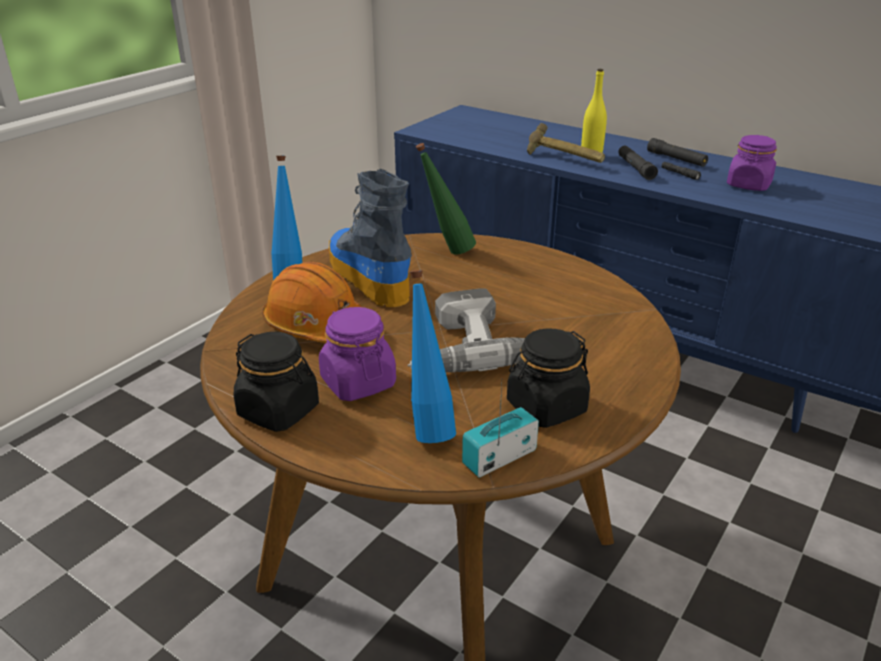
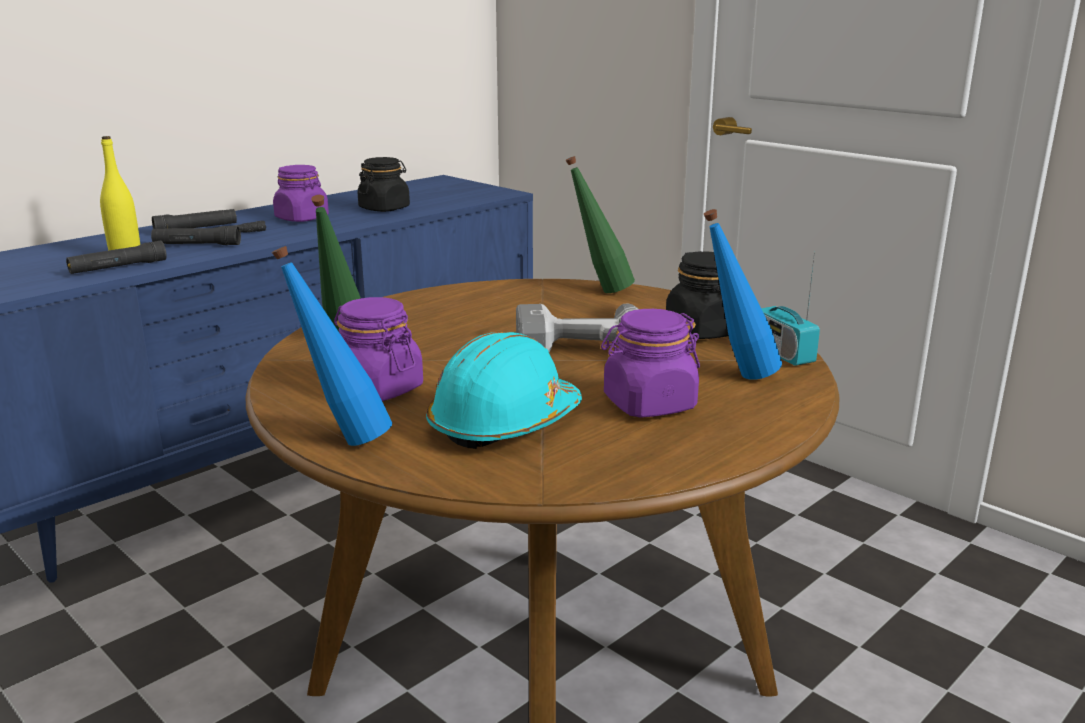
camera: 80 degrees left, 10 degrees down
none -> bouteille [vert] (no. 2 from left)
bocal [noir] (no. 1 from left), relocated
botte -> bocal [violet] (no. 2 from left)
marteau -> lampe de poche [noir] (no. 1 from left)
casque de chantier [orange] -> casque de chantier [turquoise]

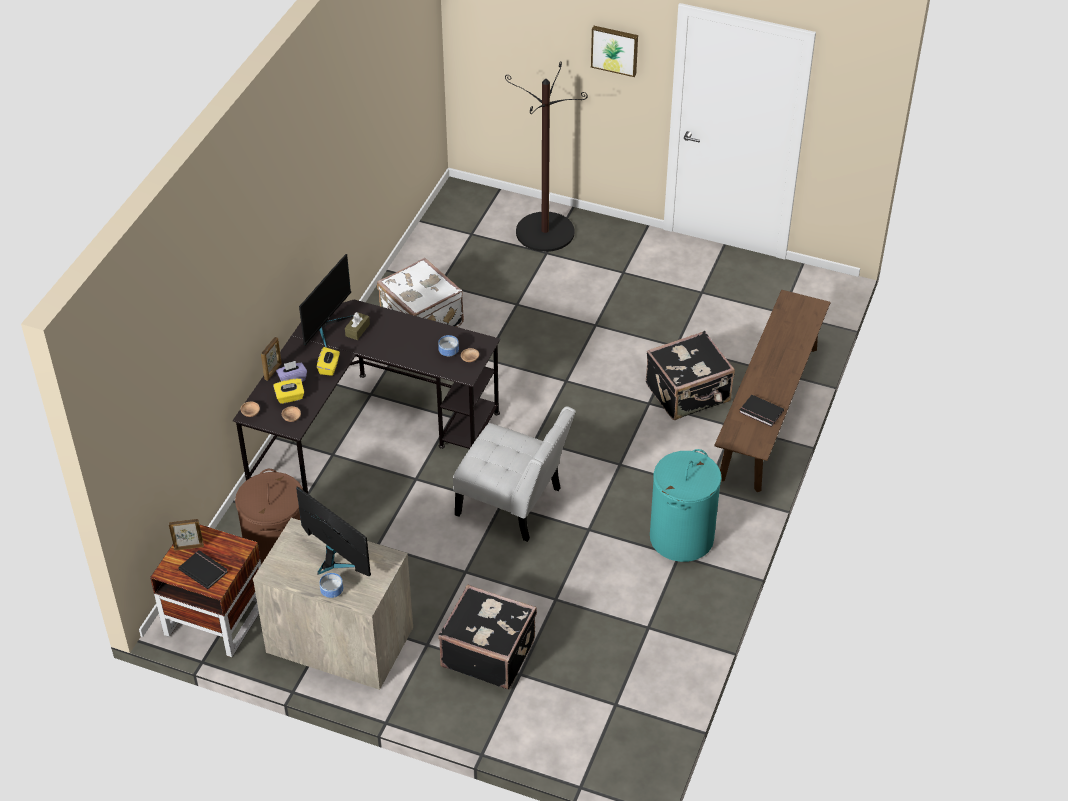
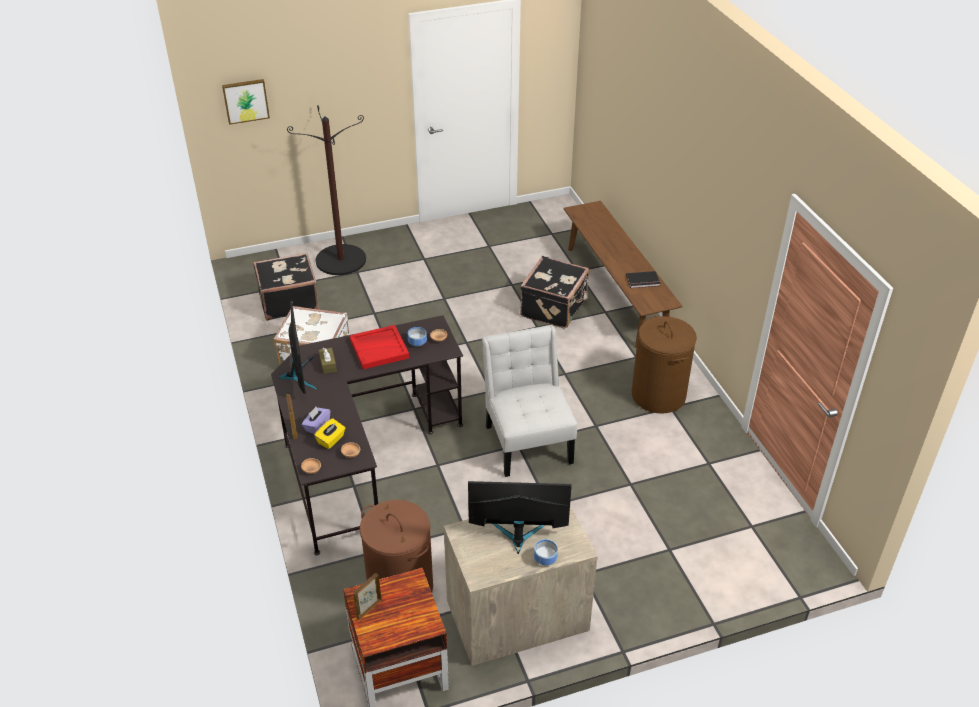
camera: 40 degrees left, 5 degrees down
livre [noir] (no. 1 from left) -> none
boîte à mouchoirs [jaune] (no. 2 from left) -> none
none -> plateau [rouge]
valise [noir] (no. 1 from left), relocated
tableau, relocated
panier à linge [turquoise] -> panier à linge [marron] (no. 2 from left)
chaise [blanc], 90 degrees counterclockwise

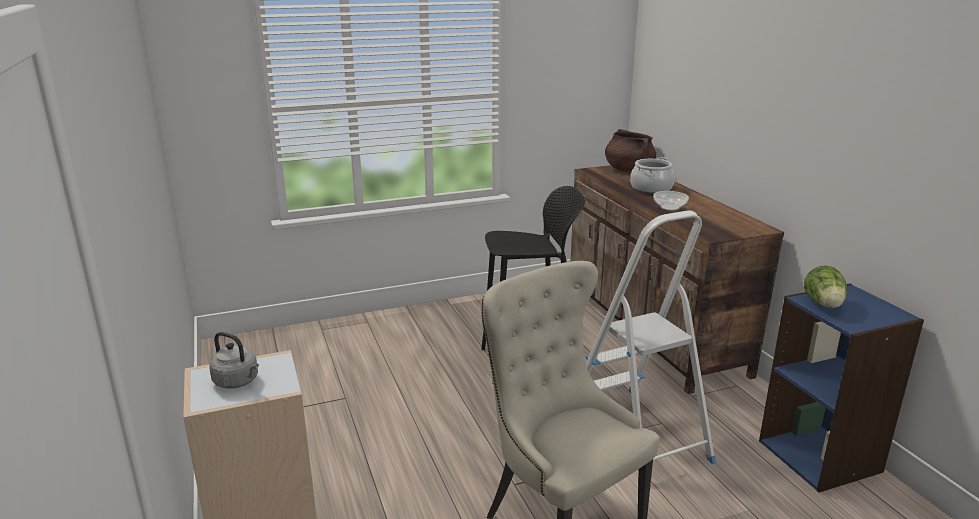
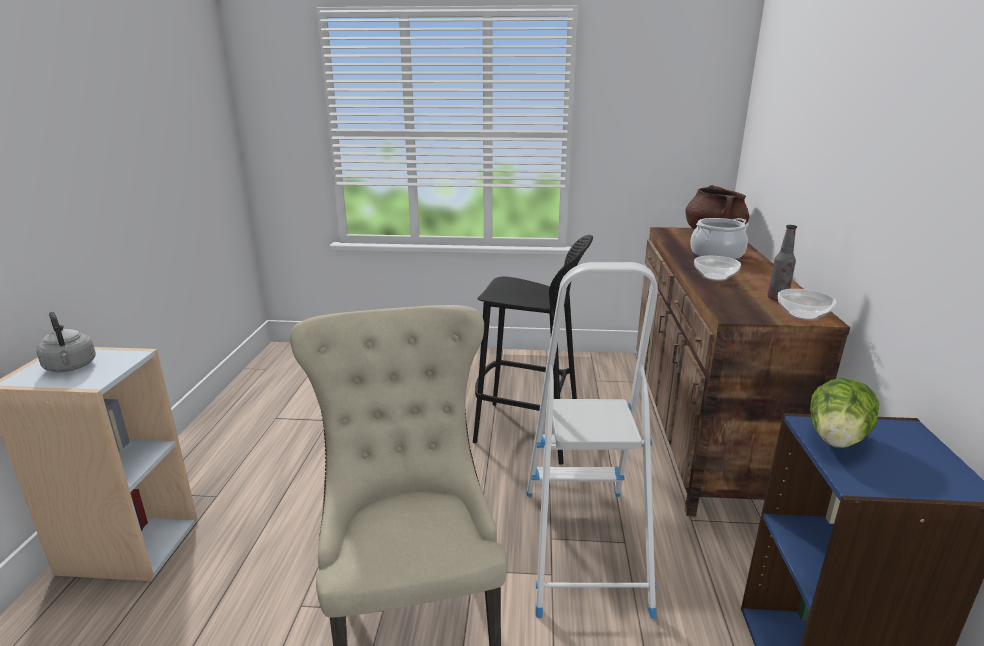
camera: 25 degrees right, 0 degrees up
none -> bouteille
none -> bol (no. 2 from left)

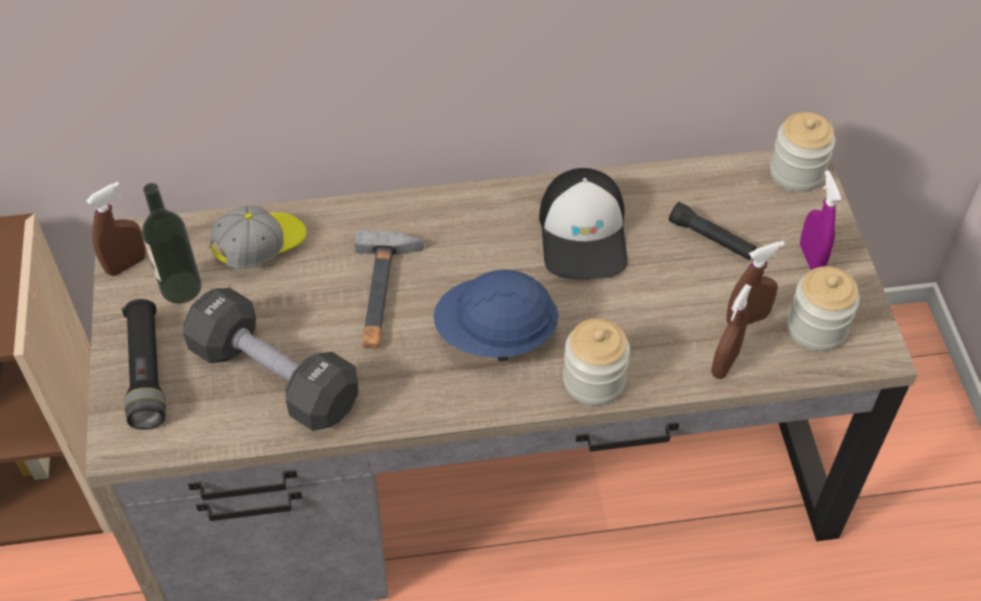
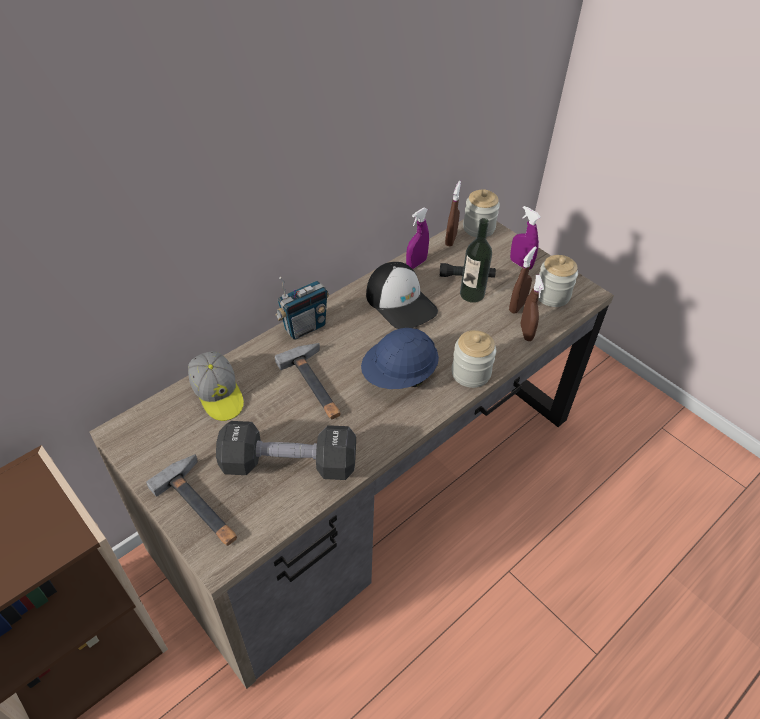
camera: 35 degrees left, 5 degrees down
none -> radio
none -> vaporisateur [violet] (no. 1 from left)
vaporisateur [marron] (no. 1 from left), relocated
bouteille, relocated
lampe de poche [noir] (no. 1 from left) -> marteau (no. 1 from left)
casquette (no. 1 from left), 135 degrees clockwise

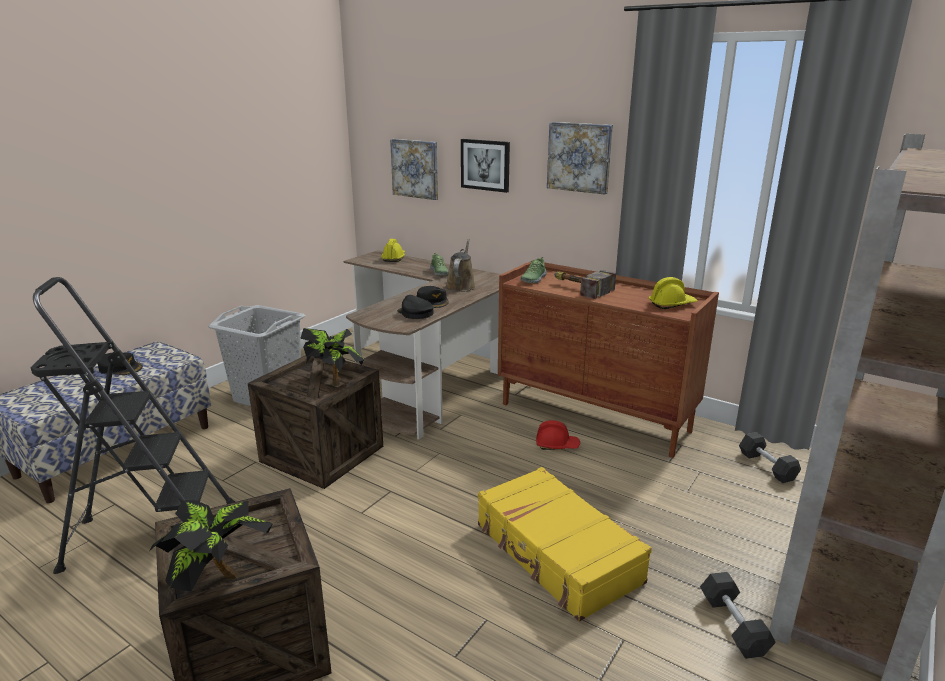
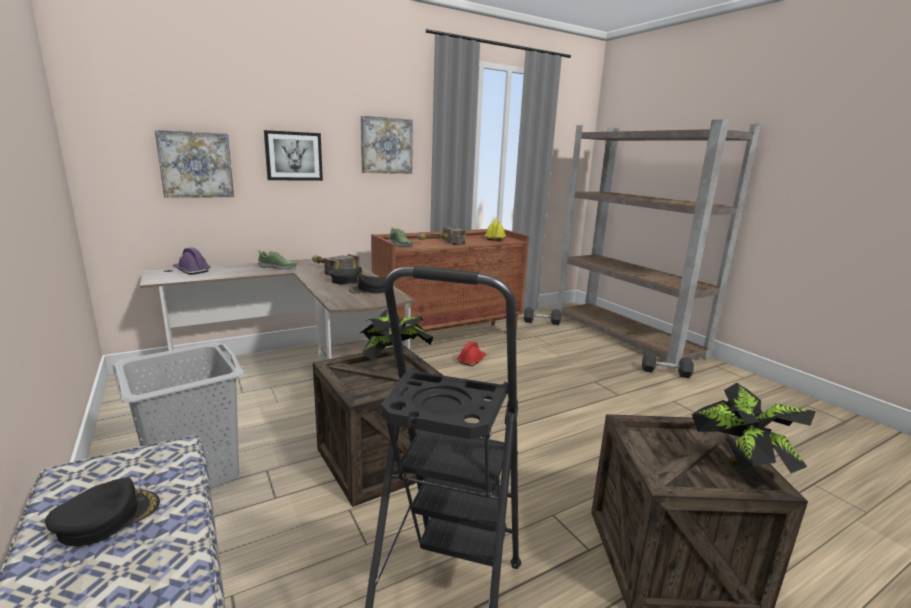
camera: 65 degrees left, 5 degrees down
valise [jaune] -> none
arrosoir [marron] -> marteau (no. 1 from left)
casque de chantier [jaune] (no. 1 from left) -> casque de chantier [violet]

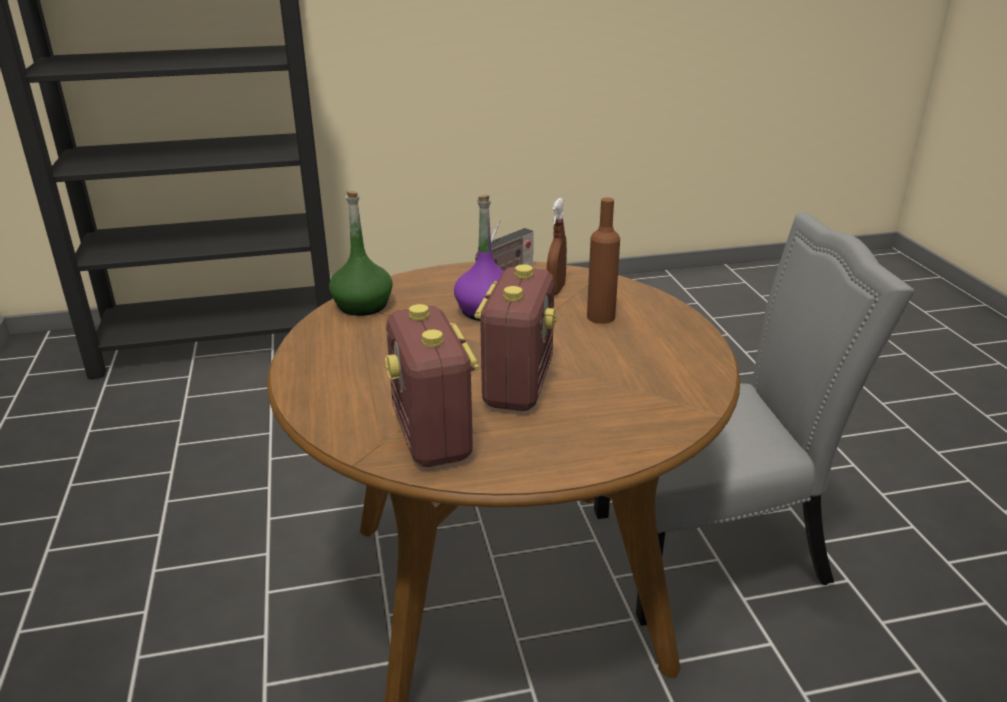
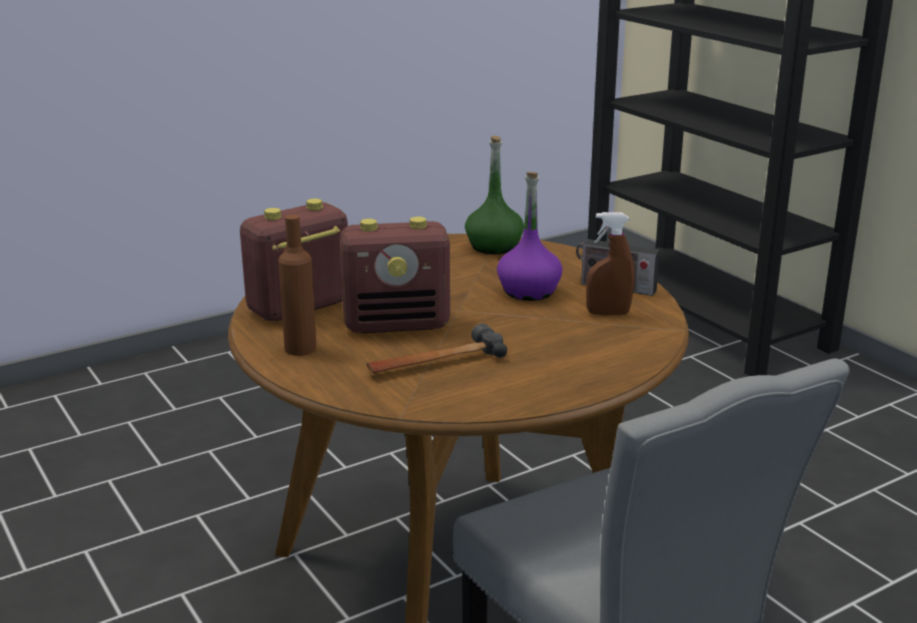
camera: 70 degrees right, 5 degrees down
none -> marteau
bouteille [marron], relocated

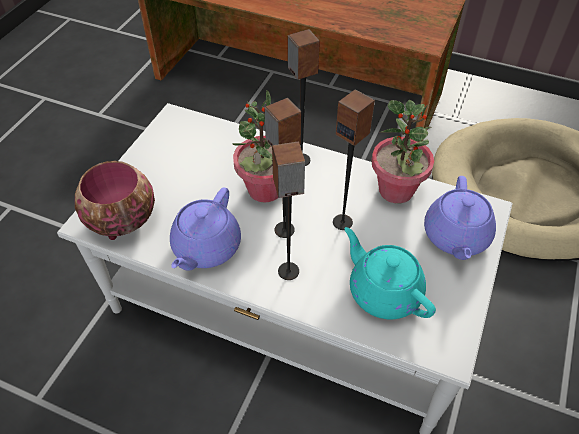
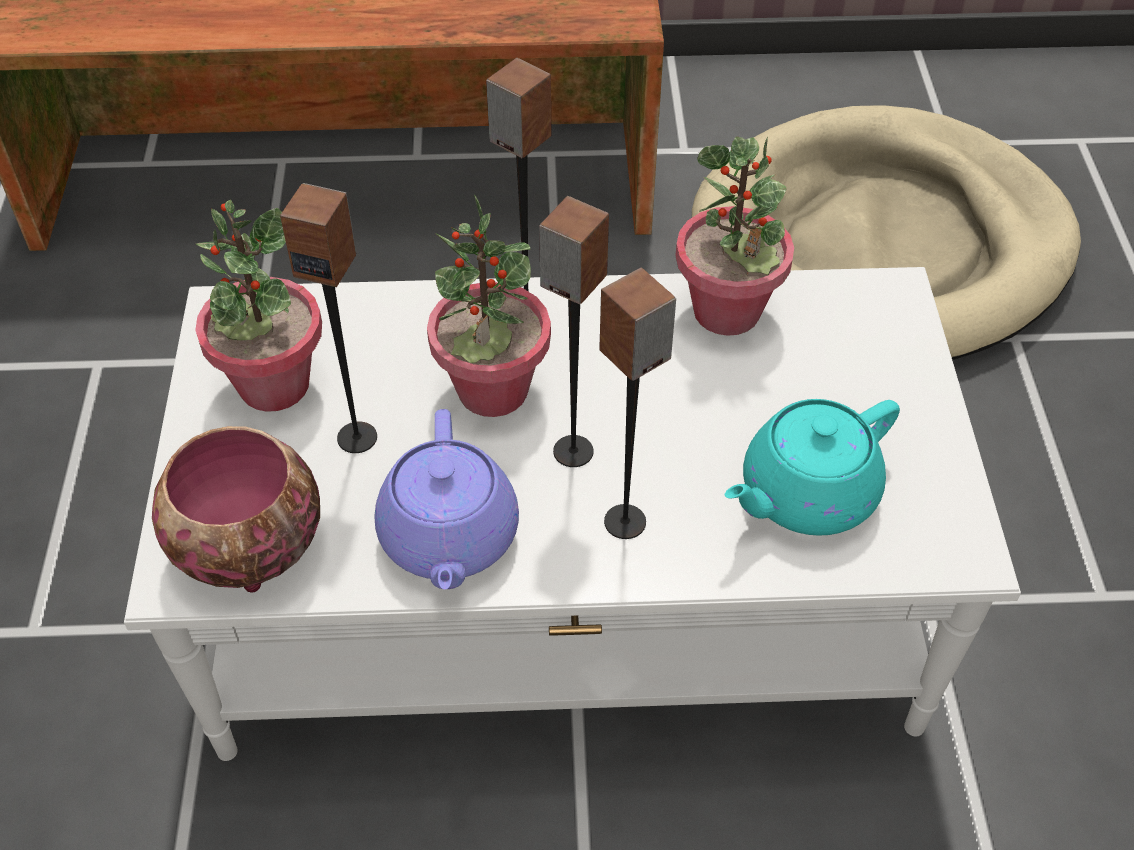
camera: 25 degrees left, 0 degrees up
théière [violet] (no. 2 from left) -> none
none -> plante en pot (no. 1 from left)
enceinte (no. 4 from left in the first image) -> enceinte (no. 1 from left), relocated
théière [turquoise], 60 degrees counterclockwise

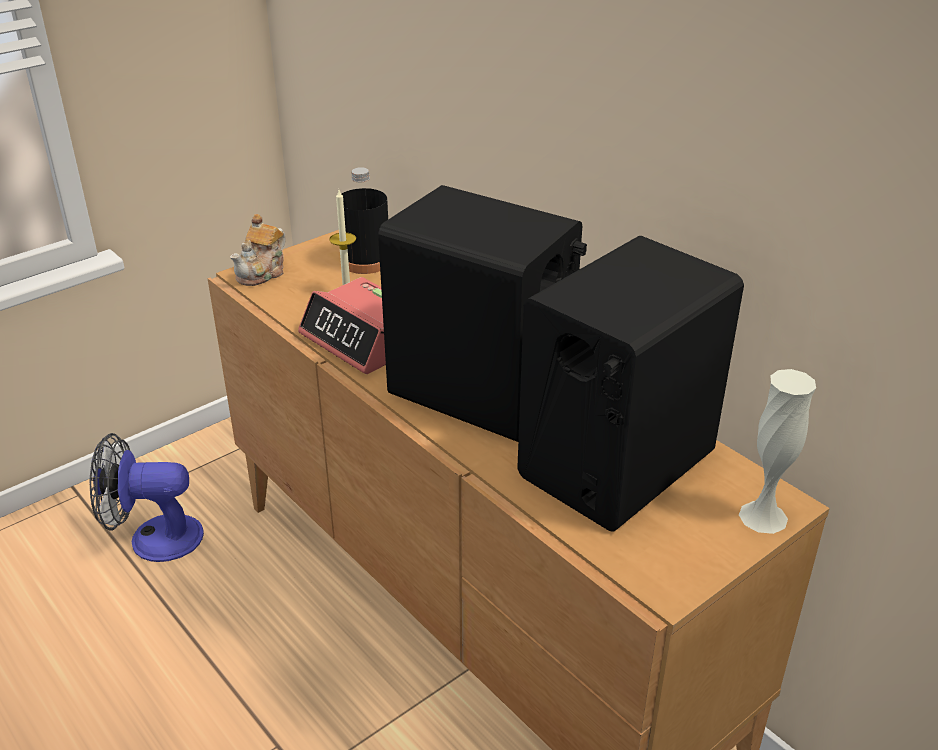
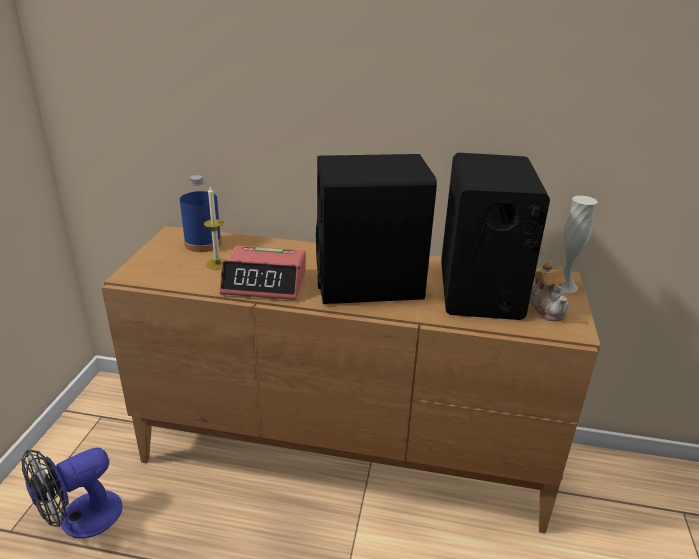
camera: 40 degrees left, 5 degrees down
théière, relocated
bouteille [noir] -> bouteille [bleu]

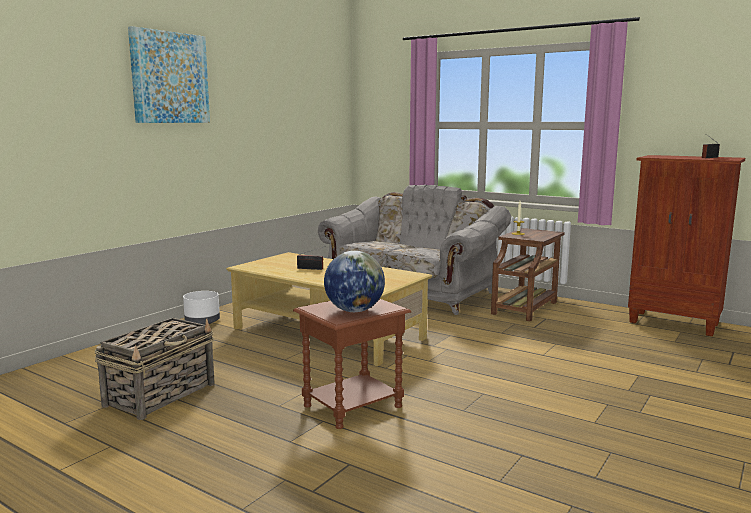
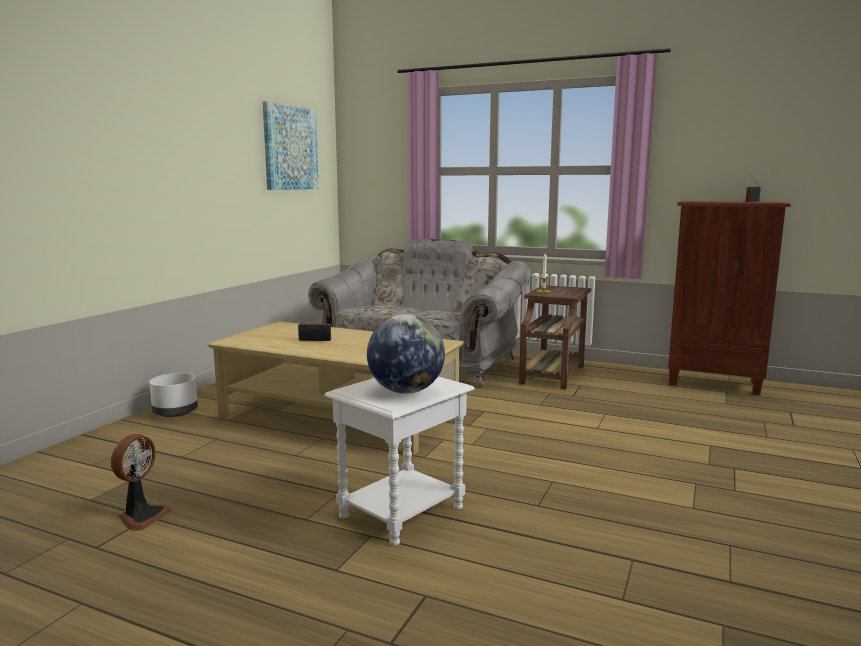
camera: 10 degrees left, 0 degrees up
tableau, relocated
panier -> ventilateur
table d'appoint [marron] (no. 1 from left) -> table d'appoint [blanc]

